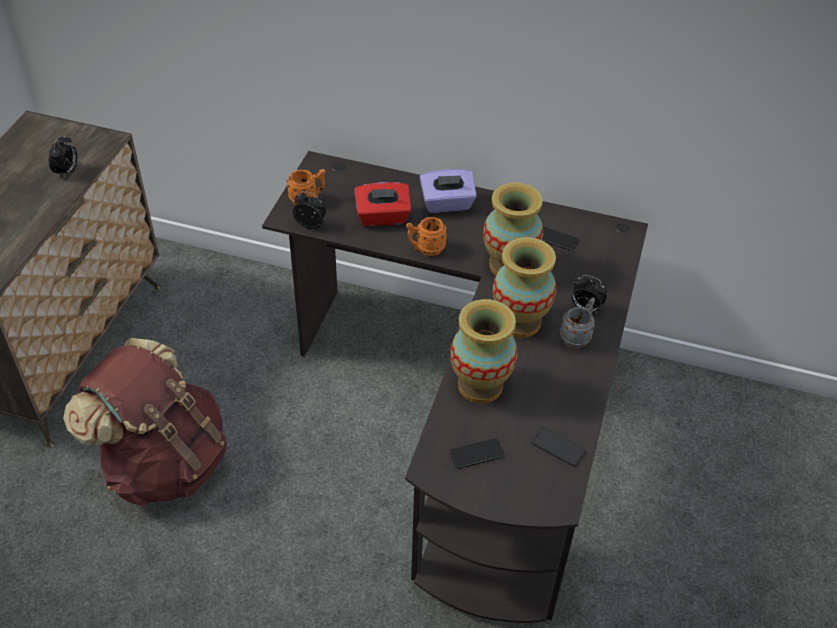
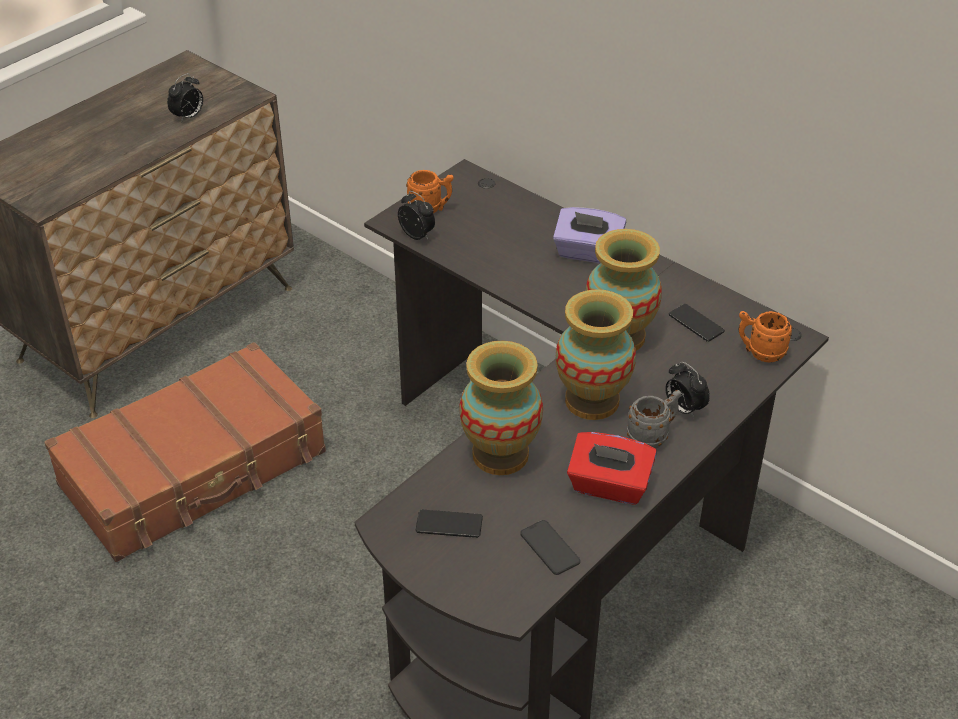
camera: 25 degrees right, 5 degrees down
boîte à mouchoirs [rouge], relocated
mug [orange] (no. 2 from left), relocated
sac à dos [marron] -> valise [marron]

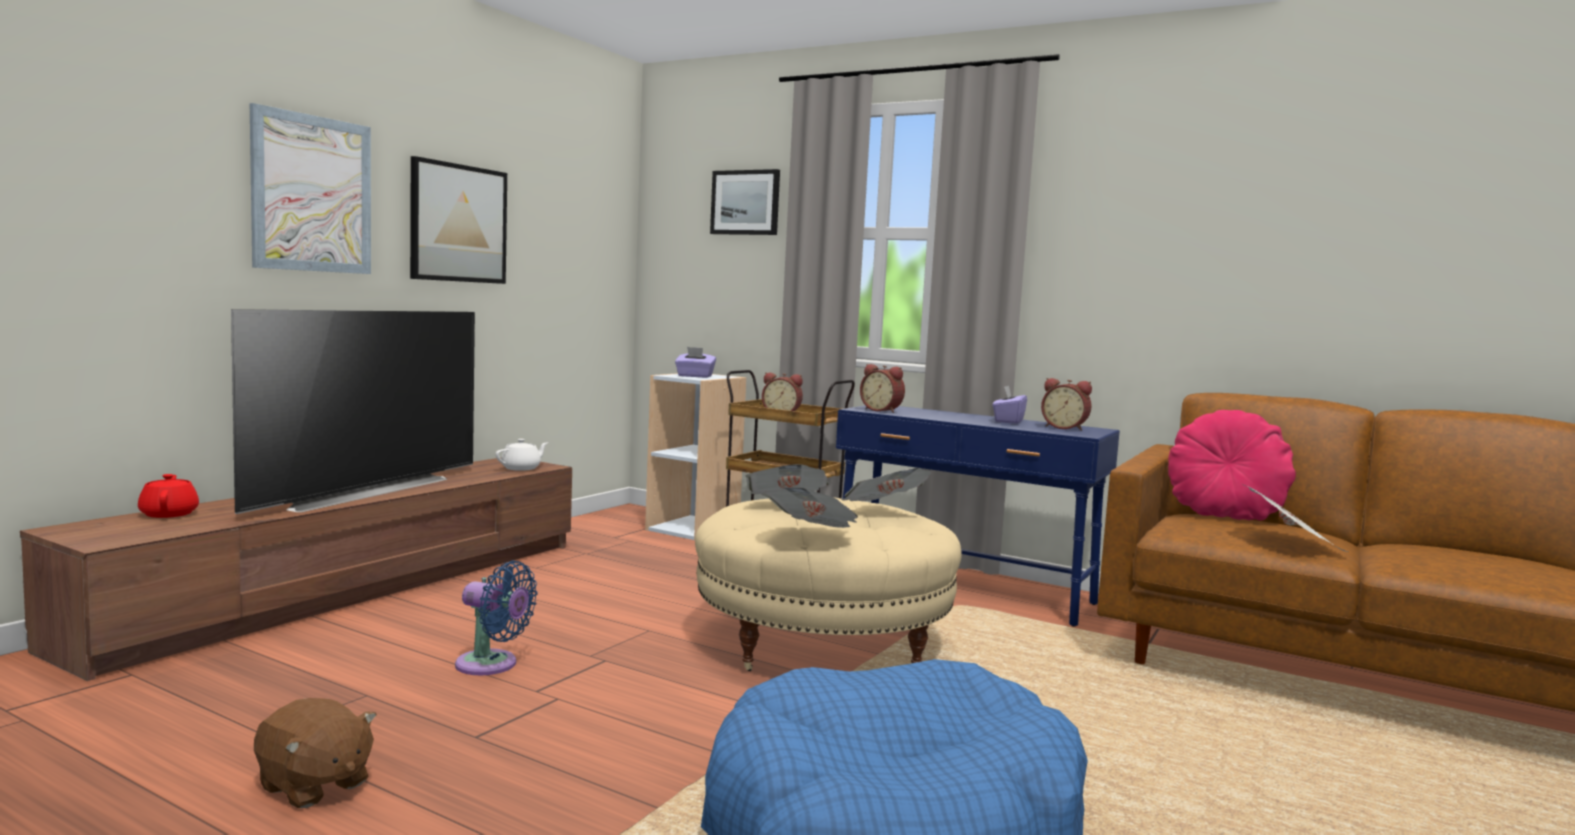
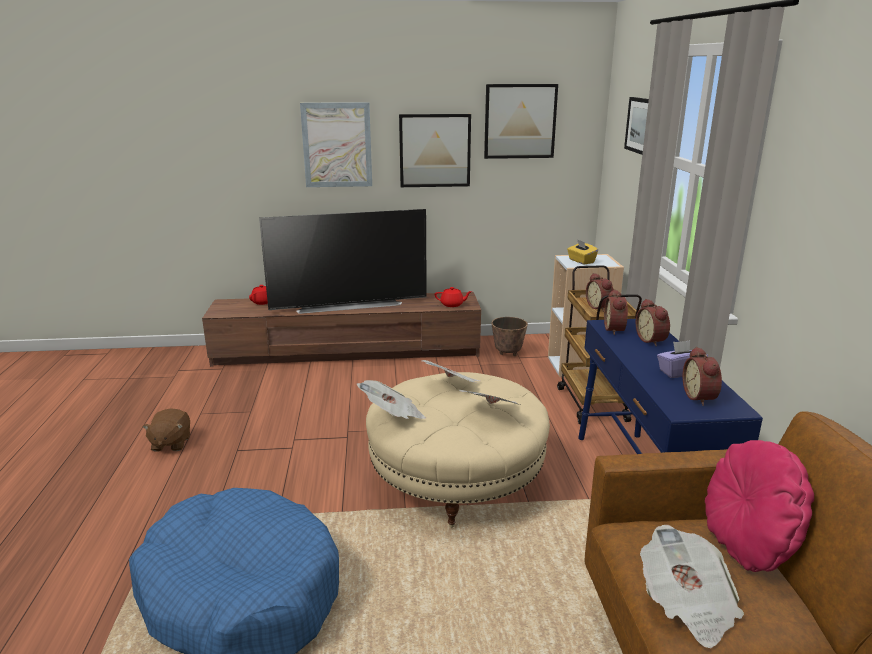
camera: 55 degrees right, 15 degrees up
ventilateur [bleu] -> none
none -> tableau (no. 3 from left)
none -> cache-pot
none -> réveil (no. 3 from left)
théière [blanc] -> théière [rouge] (no. 2 from left)
boîte à mouchoirs [violet] (no. 1 from left) -> boîte à mouchoirs [jaune]

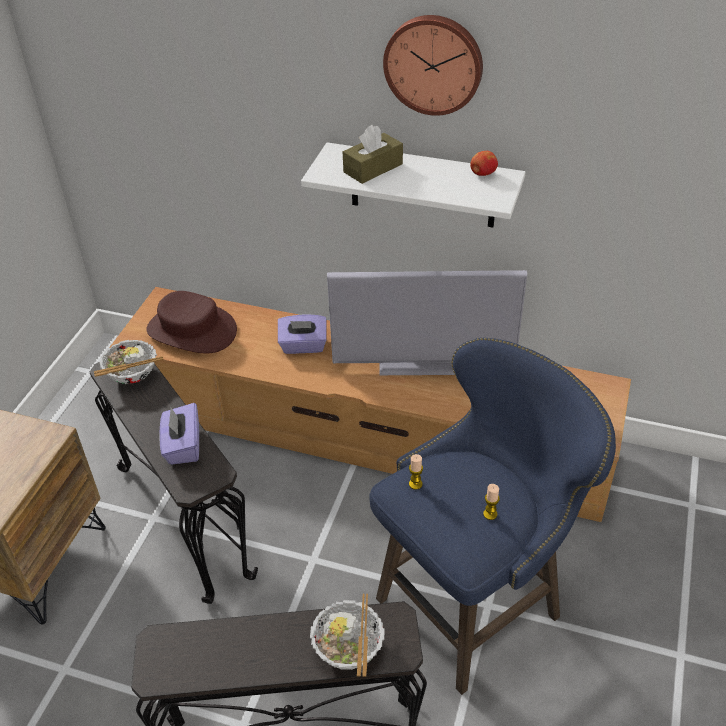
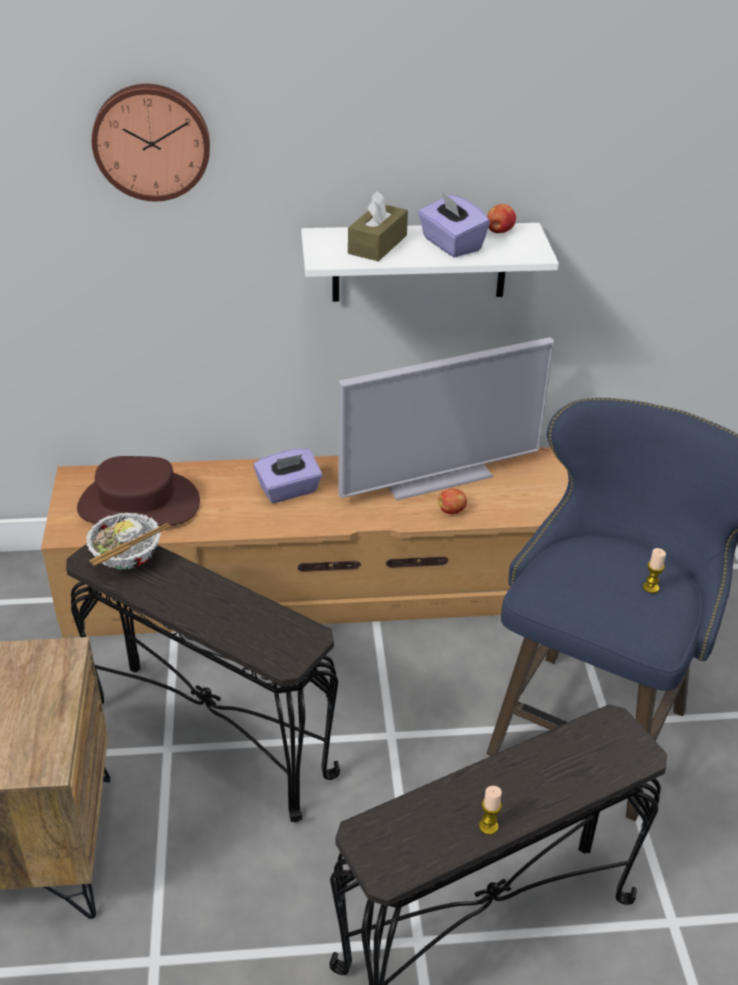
camera: 25 degrees left, 5 degrees down
bol (no. 2 from left) -> none
none -> pomme (no. 1 from left)
boîte à mouchoirs [violet] (no. 1 from left in the first image) -> boîte à mouchoirs [violet] (no. 2 from left), relocated
horloge murale, relocated
bougie (no. 1 from left), relocated

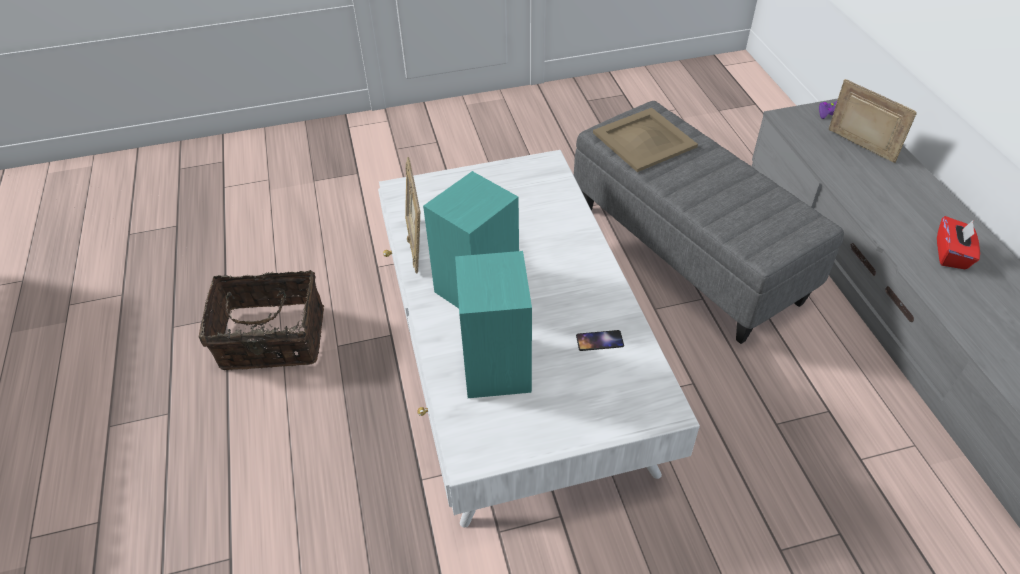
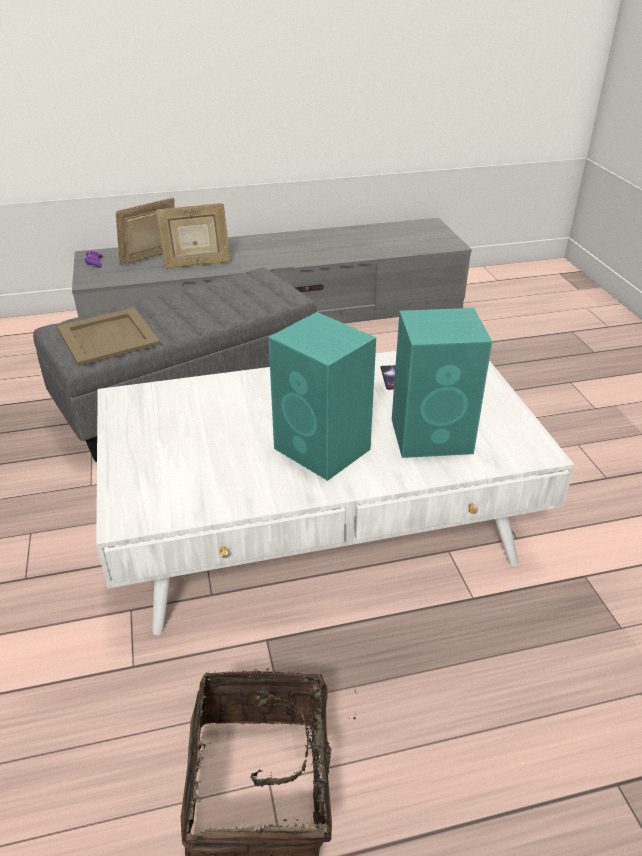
camera: 90 degrees left, 10 degrees down
boîte à mouchoirs [rouge] -> none
cadre photo (no. 1 from left in the first image) -> cadre photo (no. 2 from left), relocated

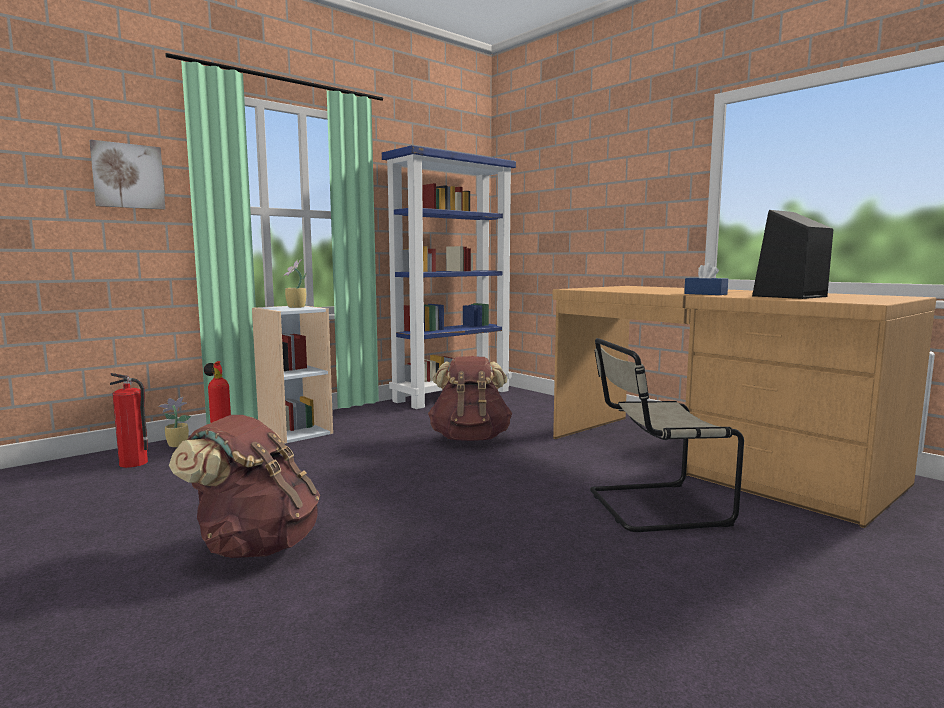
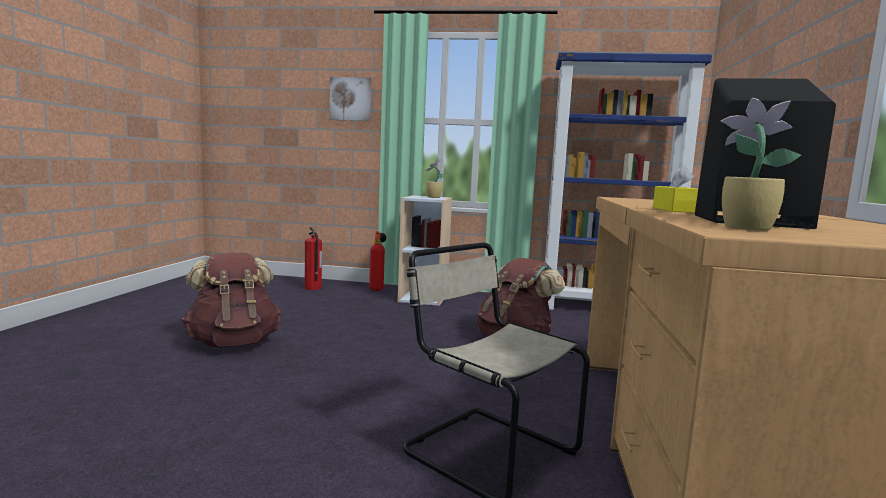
camera: 50 degrees right, 0 degrees up
plante en pot (no. 1 from left in the first image) -> plante en pot (no. 2 from left), relocated
boîte à mouchoirs [bleu] -> boîte à mouchoirs [jaune]

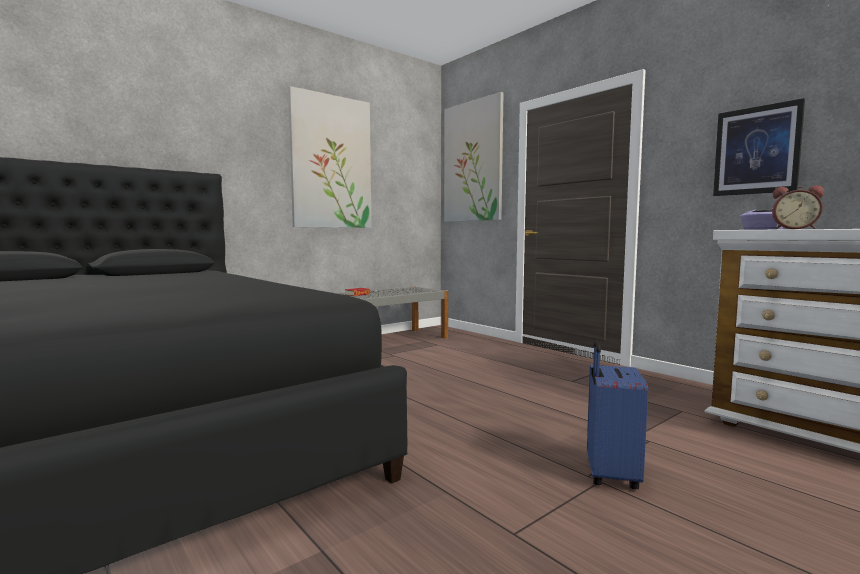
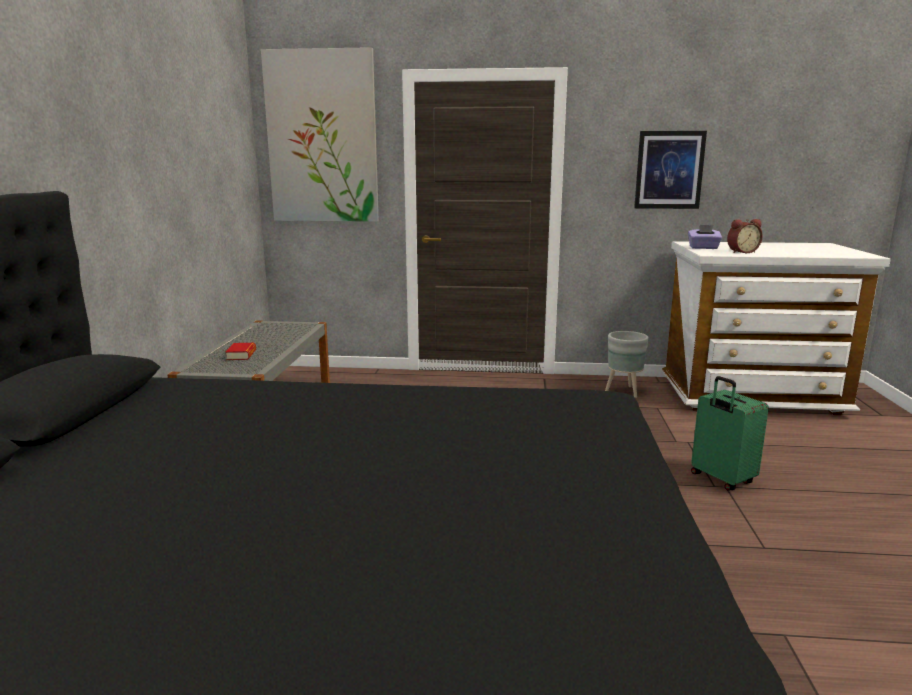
camera: 45 degrees left, 10 degrees up
tableau (no. 1 from left) -> none
none -> cache-pot [gris]
valise [bleu] -> valise [vert]

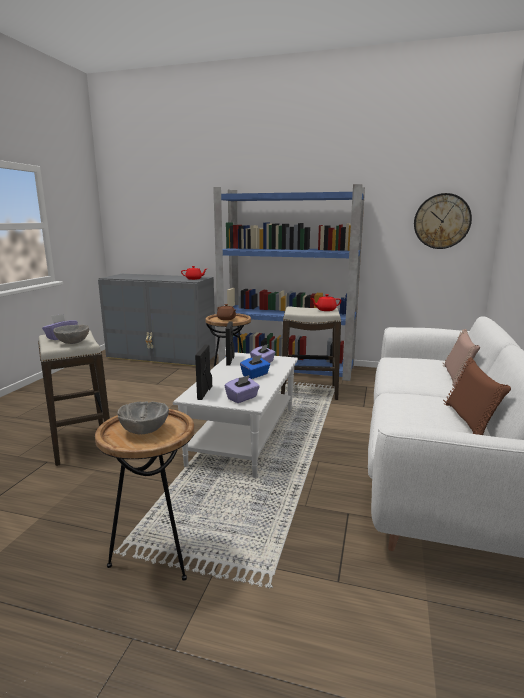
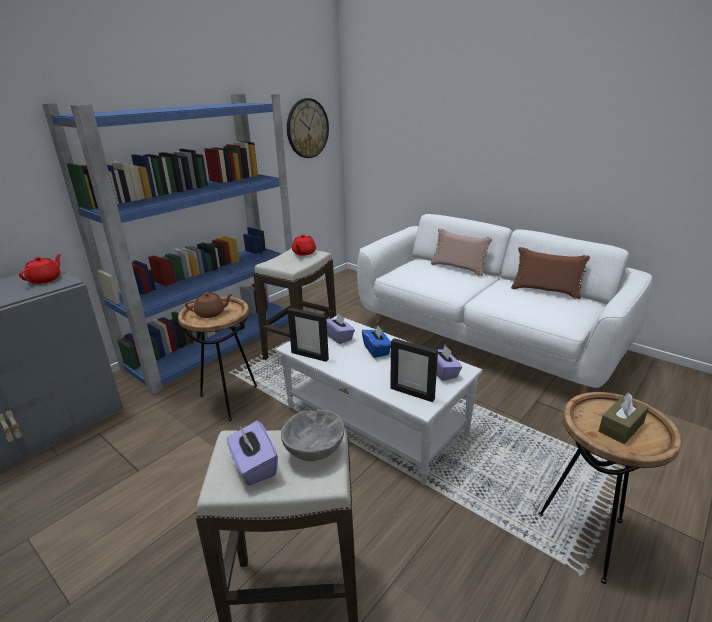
camera: 65 degrees left, 10 degrees up
bol [gris] (no. 2 from left) -> boîte à mouchoirs [marron]

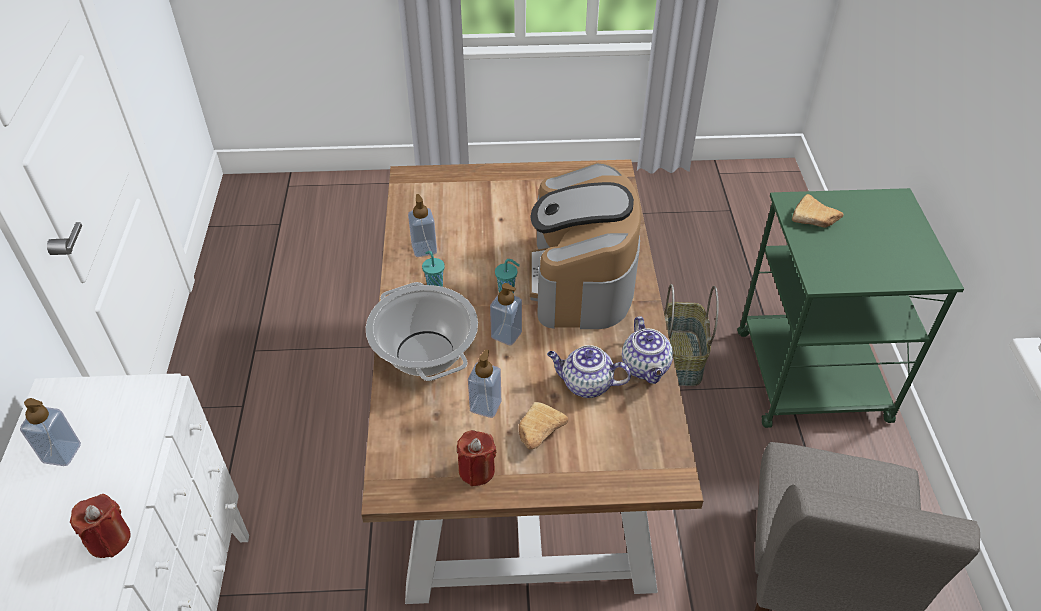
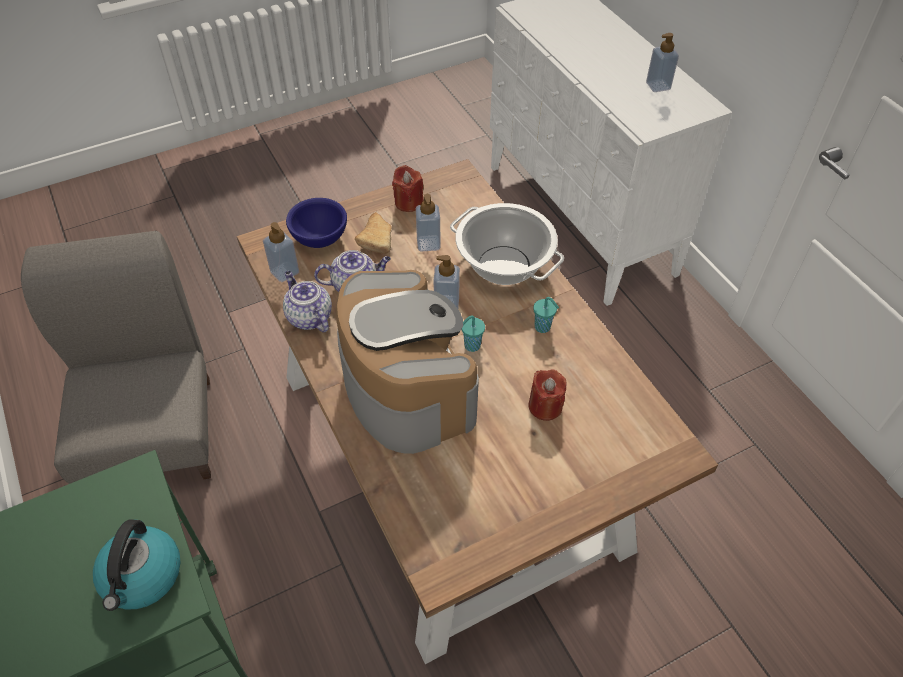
camera: 155 degrees right, 5 degrees up
panier -> none
none -> bol [bleu]
bougie [rouge] (no. 1 from left in the first image) -> bougie [rouge] (no. 2 from left), relocated
distributeur de savon (no. 2 from left in the first image) -> distributeur de savon (no. 1 from left), relocated
pain (no. 2 from left) -> bouilloire

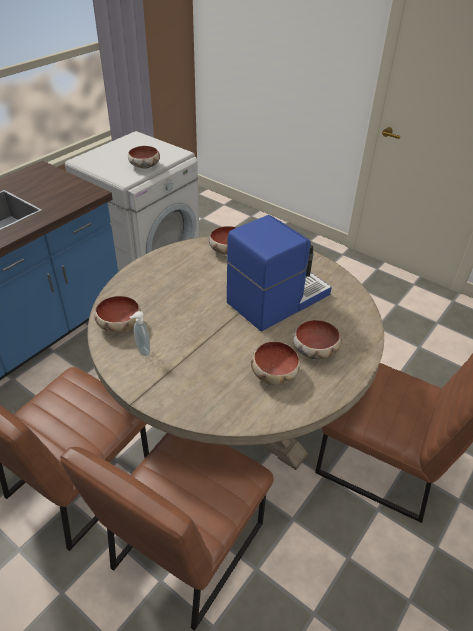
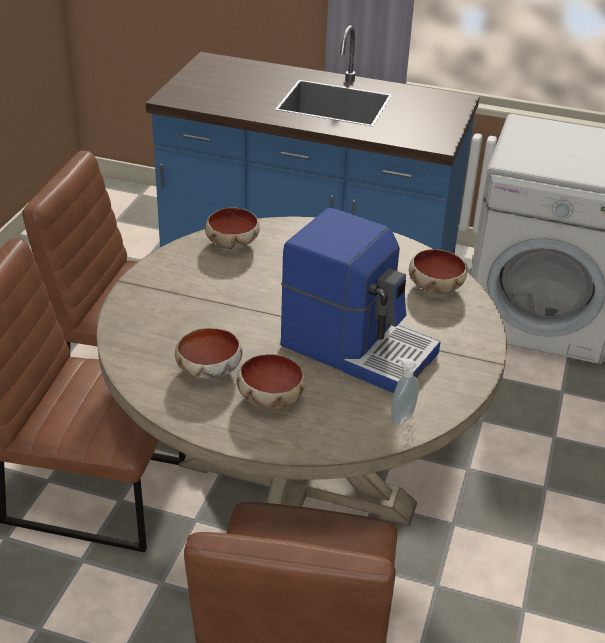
camera: 70 degrees right, 5 degrees down
bol (no. 2 from left) -> none
distributeur de savon, relocated

